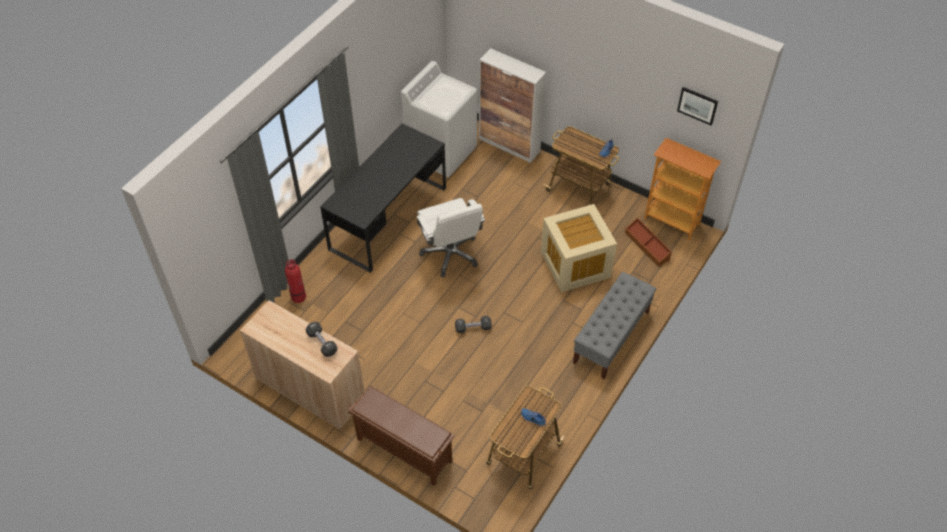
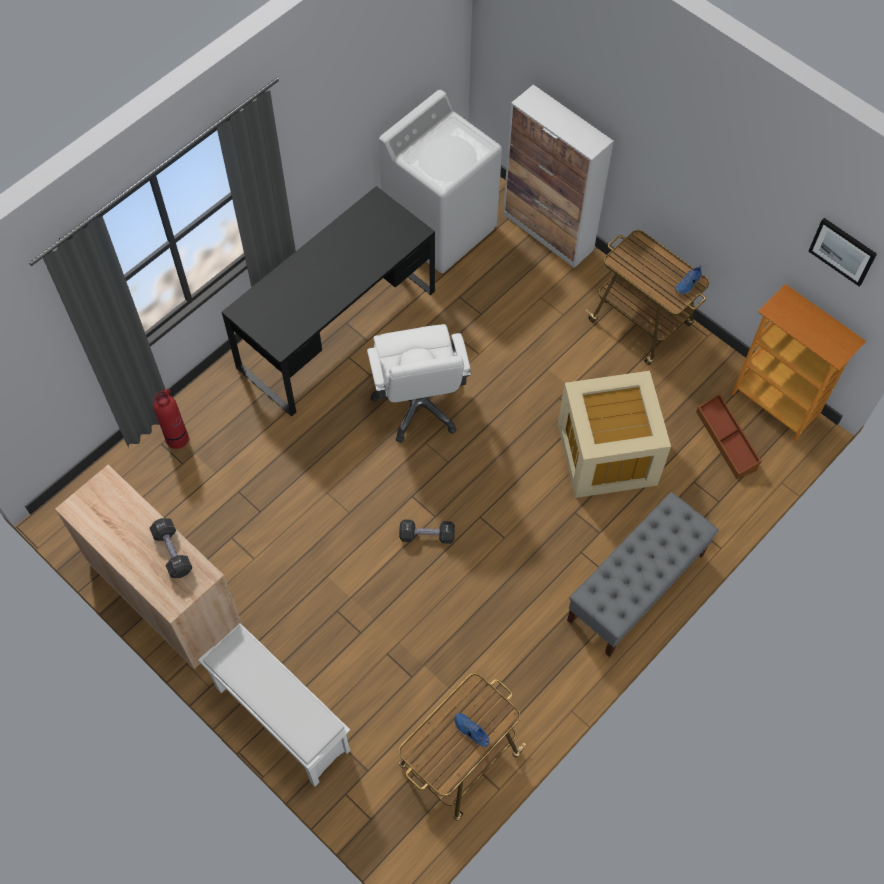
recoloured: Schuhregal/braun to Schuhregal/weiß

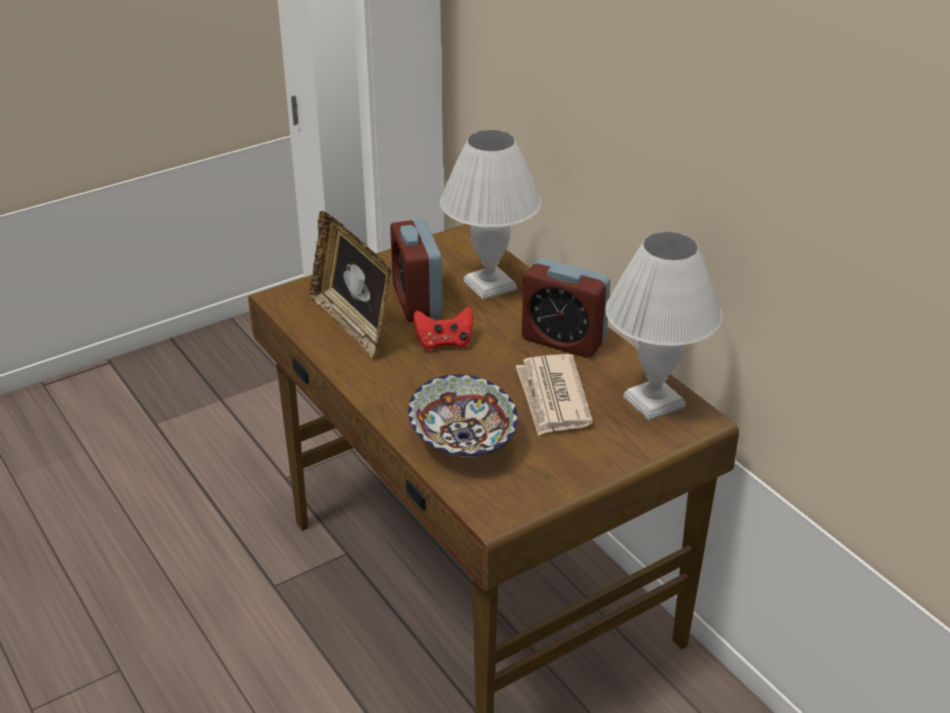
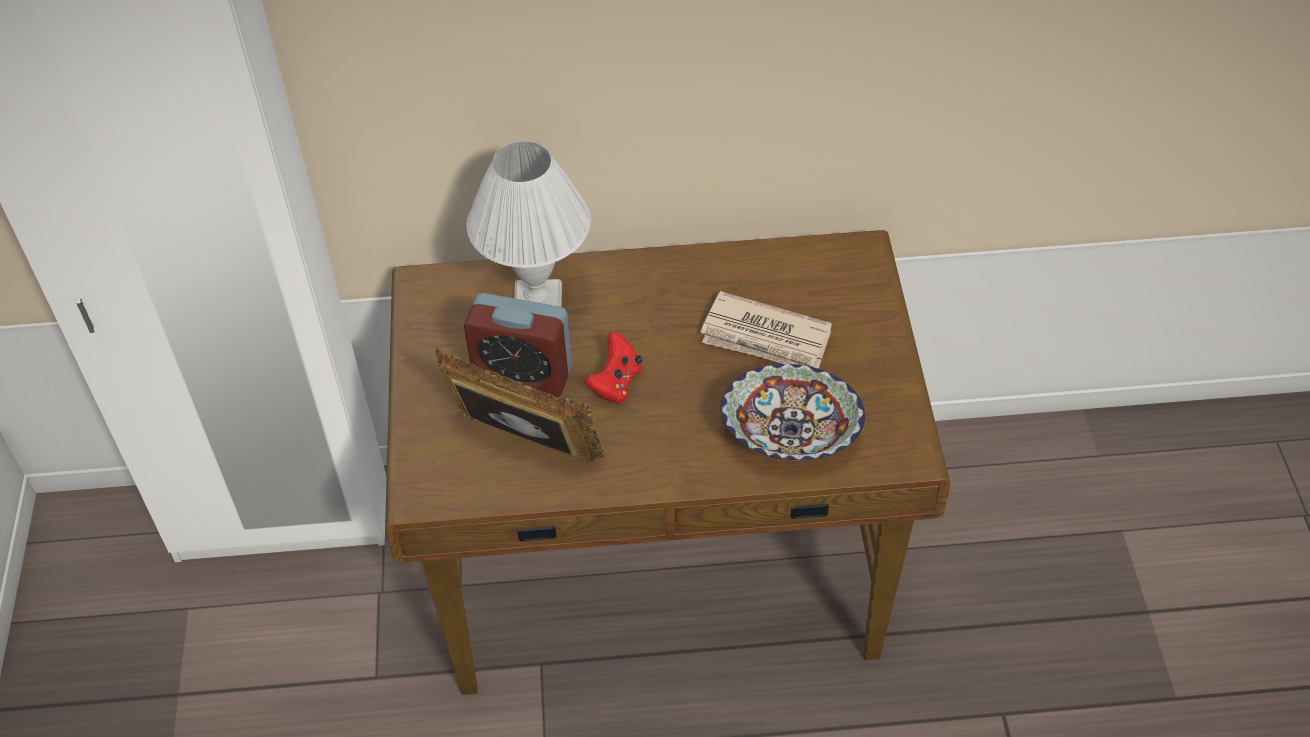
removed: Wecker (2nd from left); Tischlampe/weiß (2nd from left)
turned: Bilderrahmen 150 degrees counterclockwise

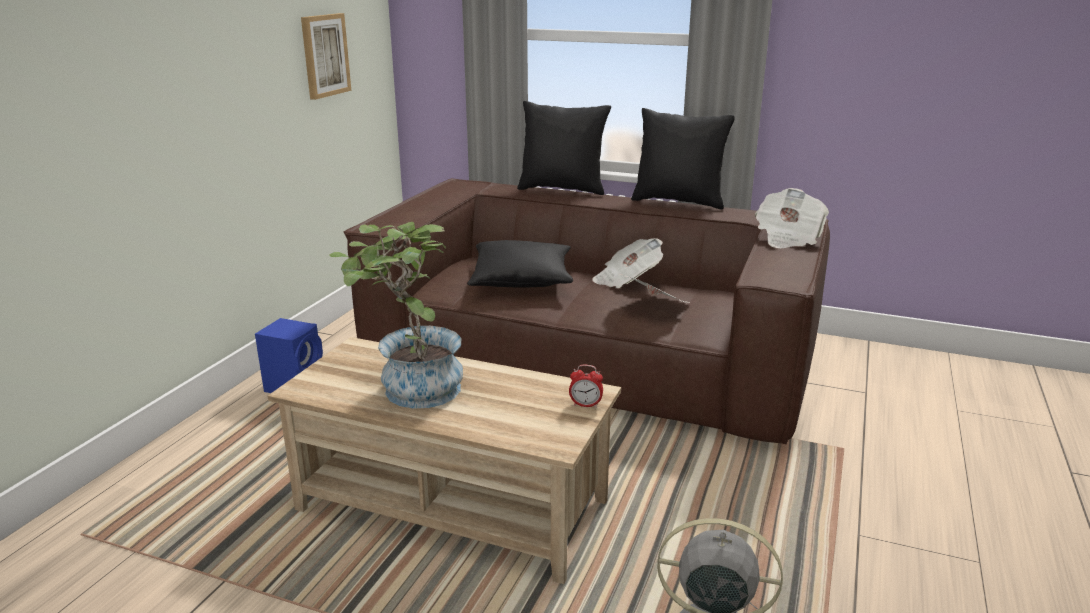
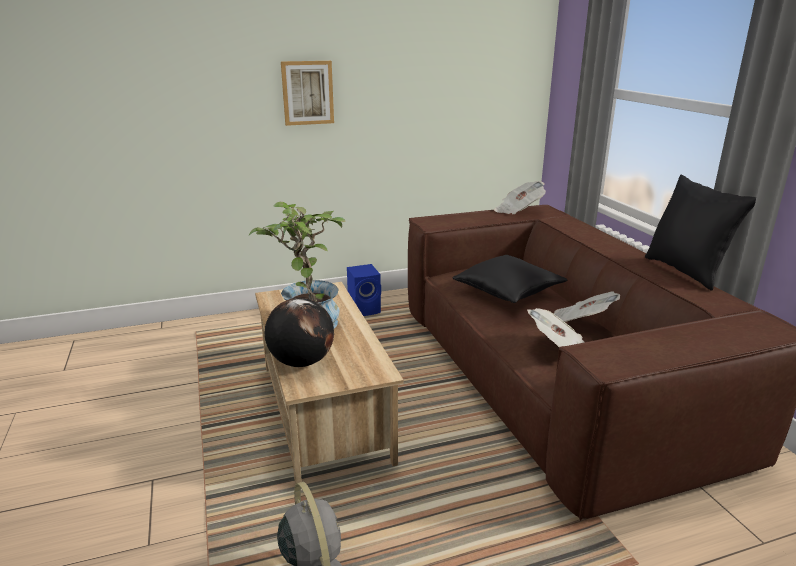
removed: Kissen/schwarz (2nd from left); Wecker
added: Globus
moved: Bild; Zeitung (3rd from left in the first image) to Zeitung (1st from left)

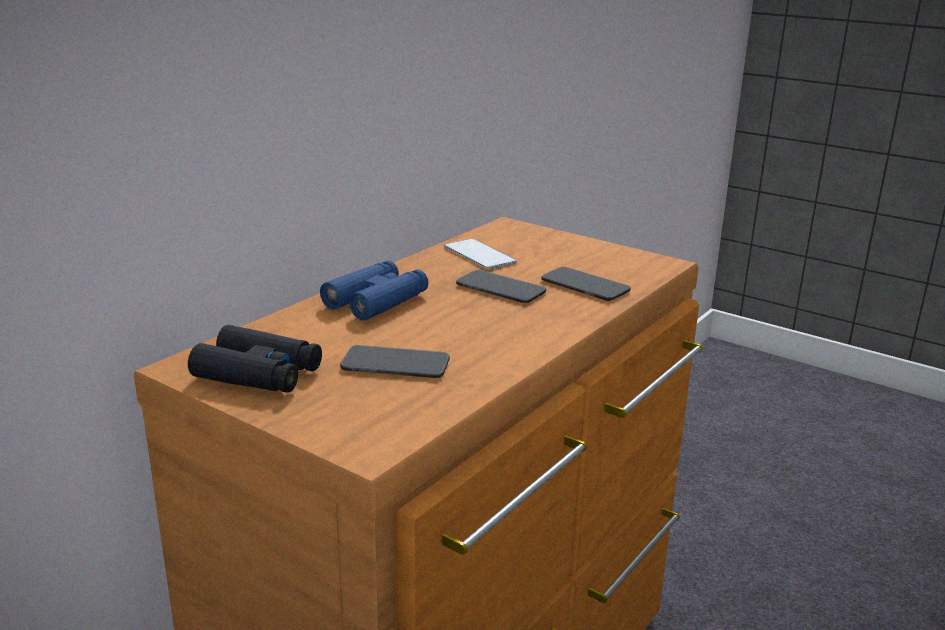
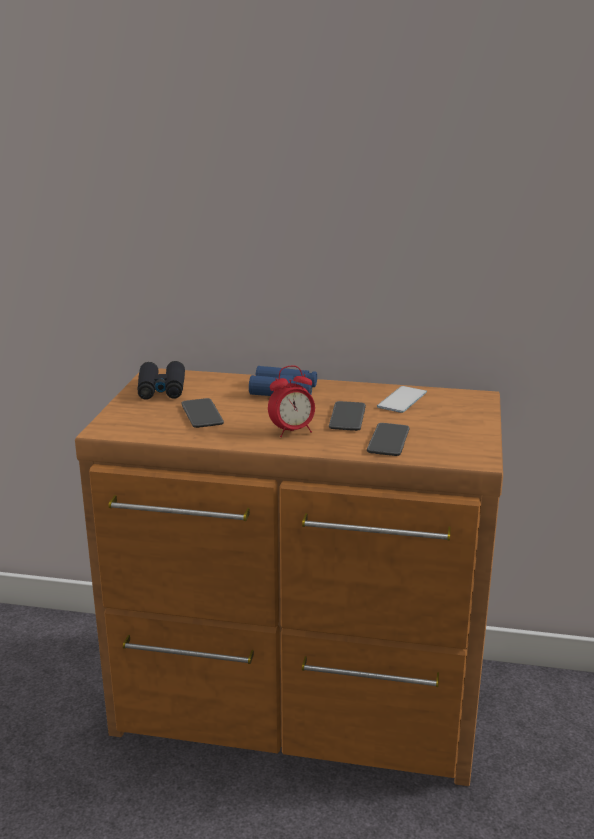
added: Wecker

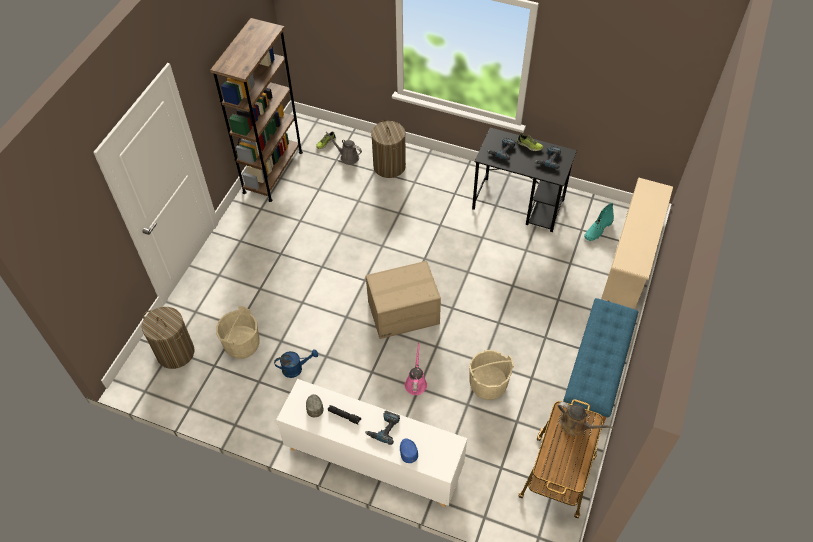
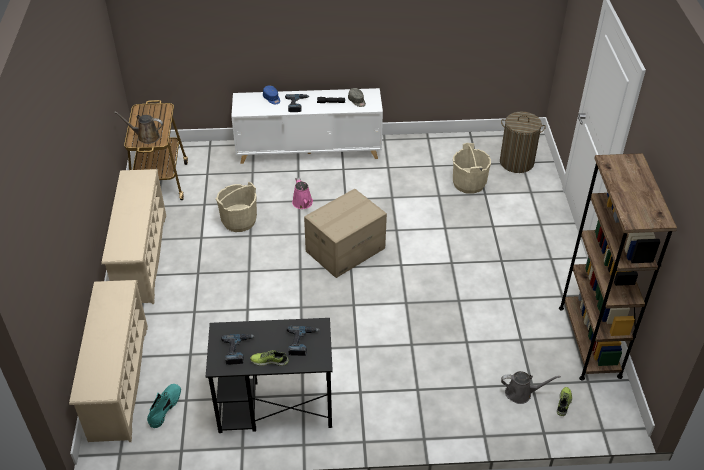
removed: Gießkanne/blau; Wäschekorb (2nd from left)
replaced: Bank/blau to Schuhregal/beige (2nd from left)

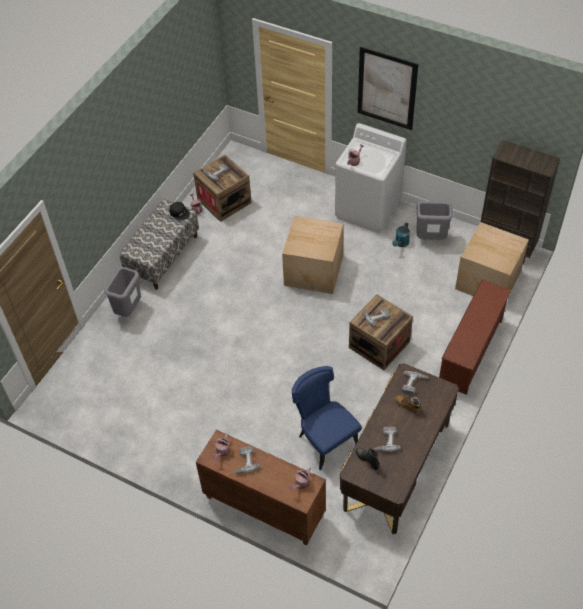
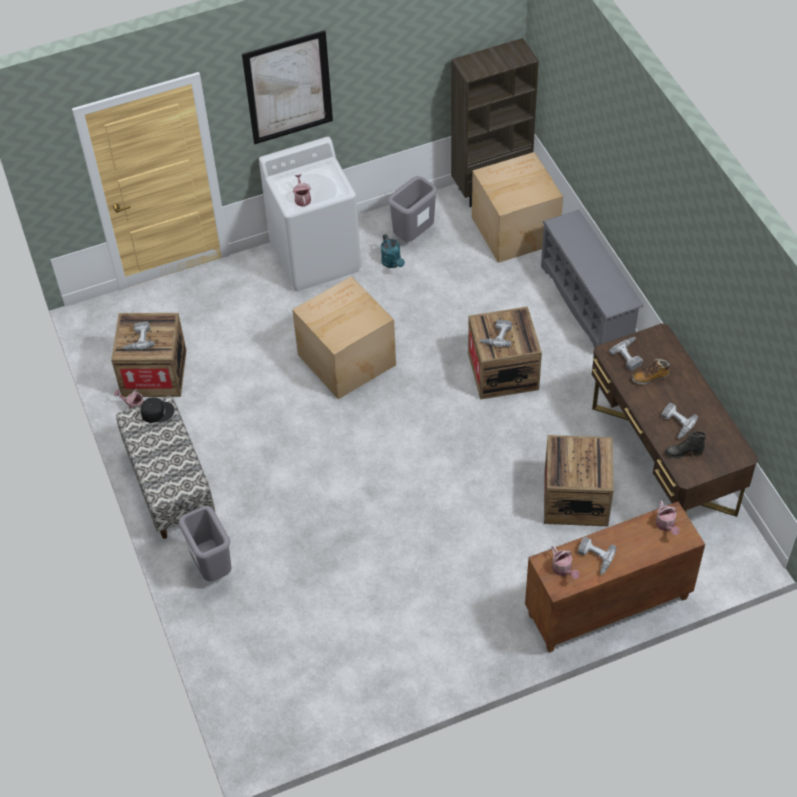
replaced: Stuhl/blau to Kiste (3rd from left)
recoloured: Schuhregal/braun to Schuhregal/grau

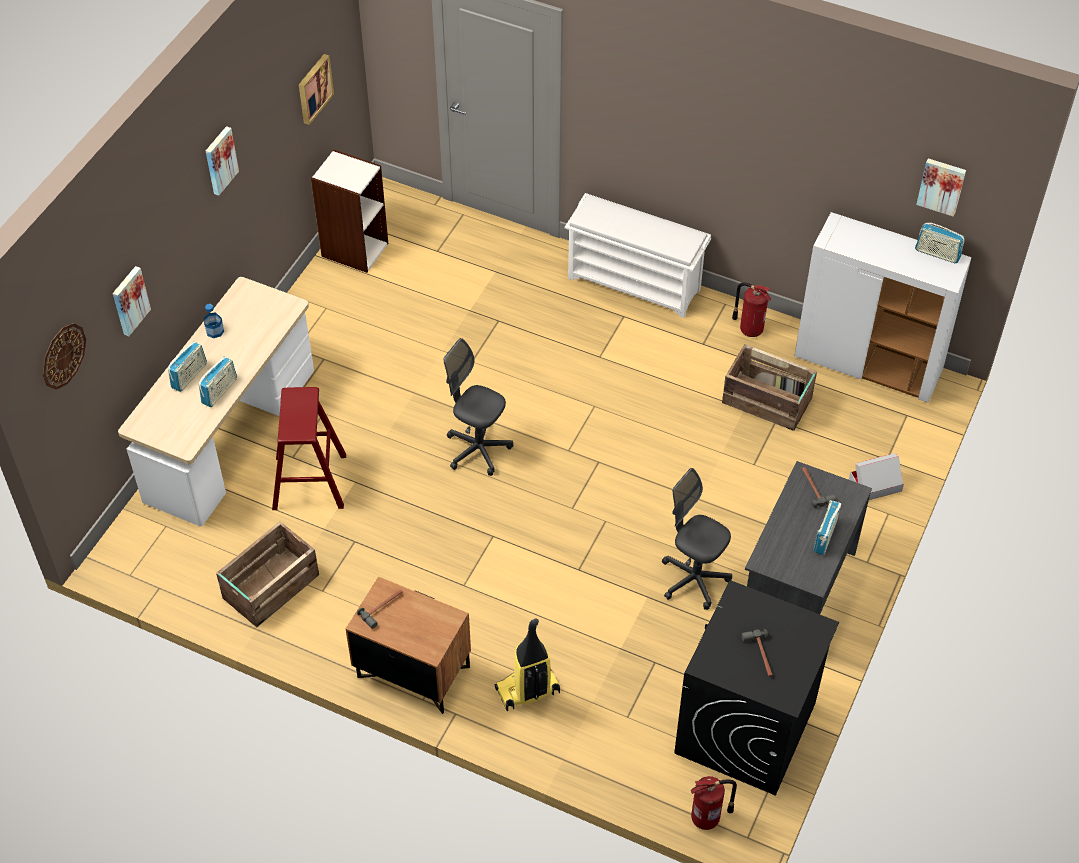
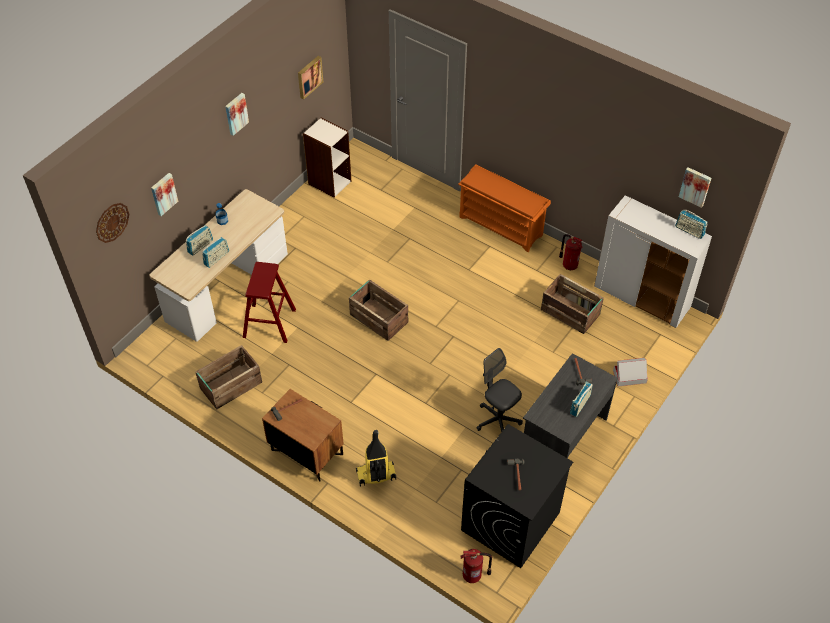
replaced: Bürostuhl/grau (1st from left) to Kiste (2nd from left)
recoloured: Schuhregal/weiß to Schuhregal/orange

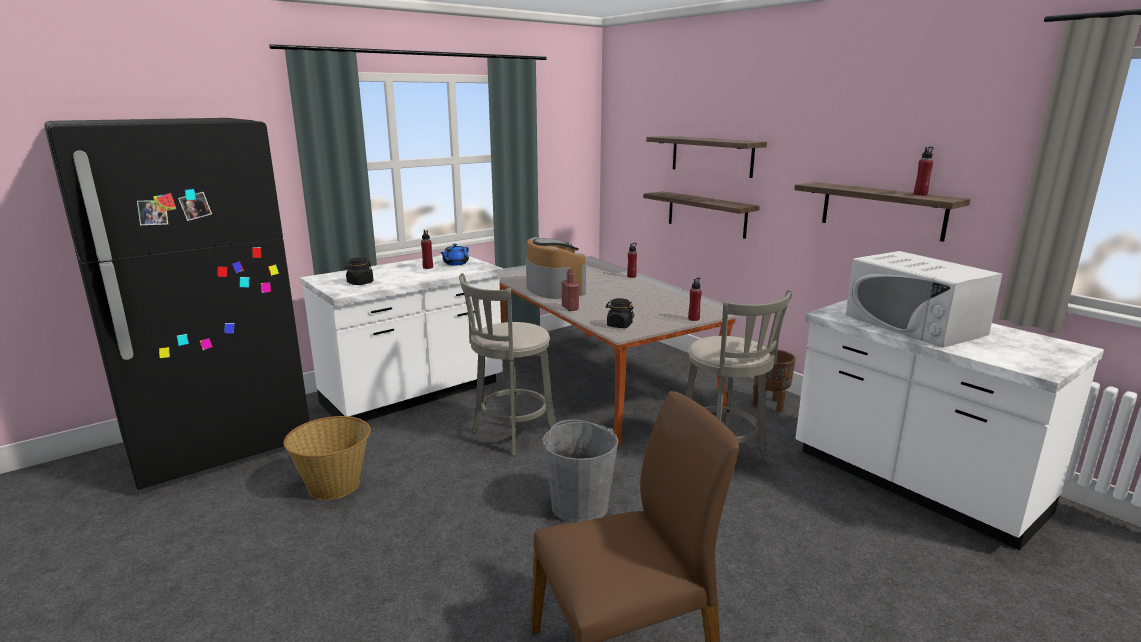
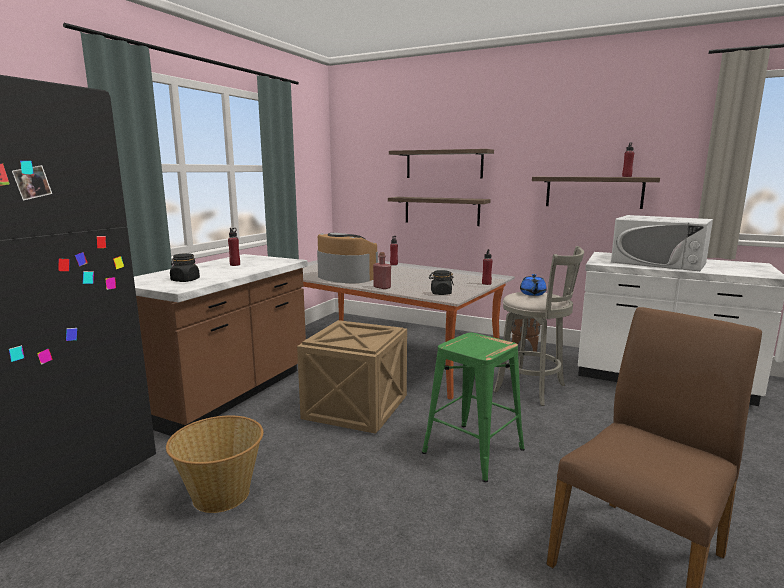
moved: Teekanne/blau
replaced: Hocker/grau (1st from left) to Kiste; Eimer/grau to Hocker/grün
recoloured: Küchenzeile/weiß (1st from left) to Küchenzeile/braun

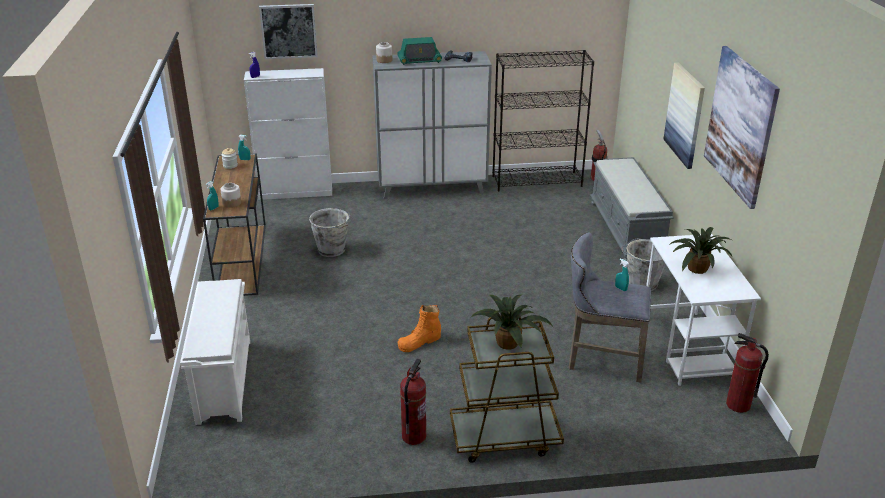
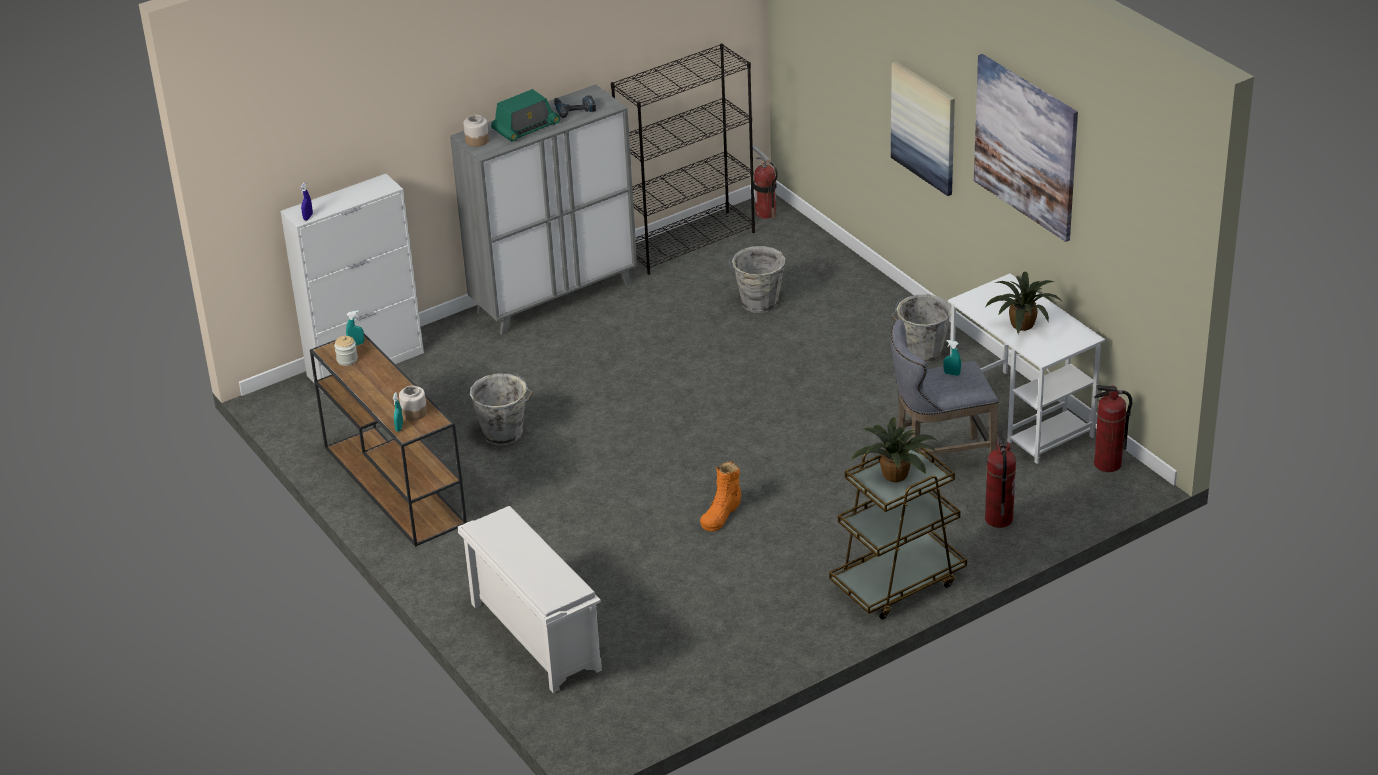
removed: Bild (1st from left); Bank/grau
added: Eimer/grau (2nd from left)
moved: Feuerlöscher (1st from left in the first image) to Feuerlöscher (2nd from left)

